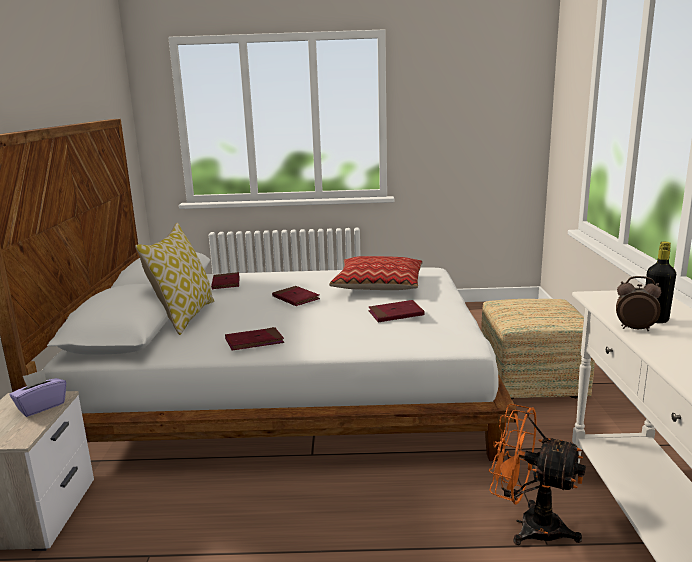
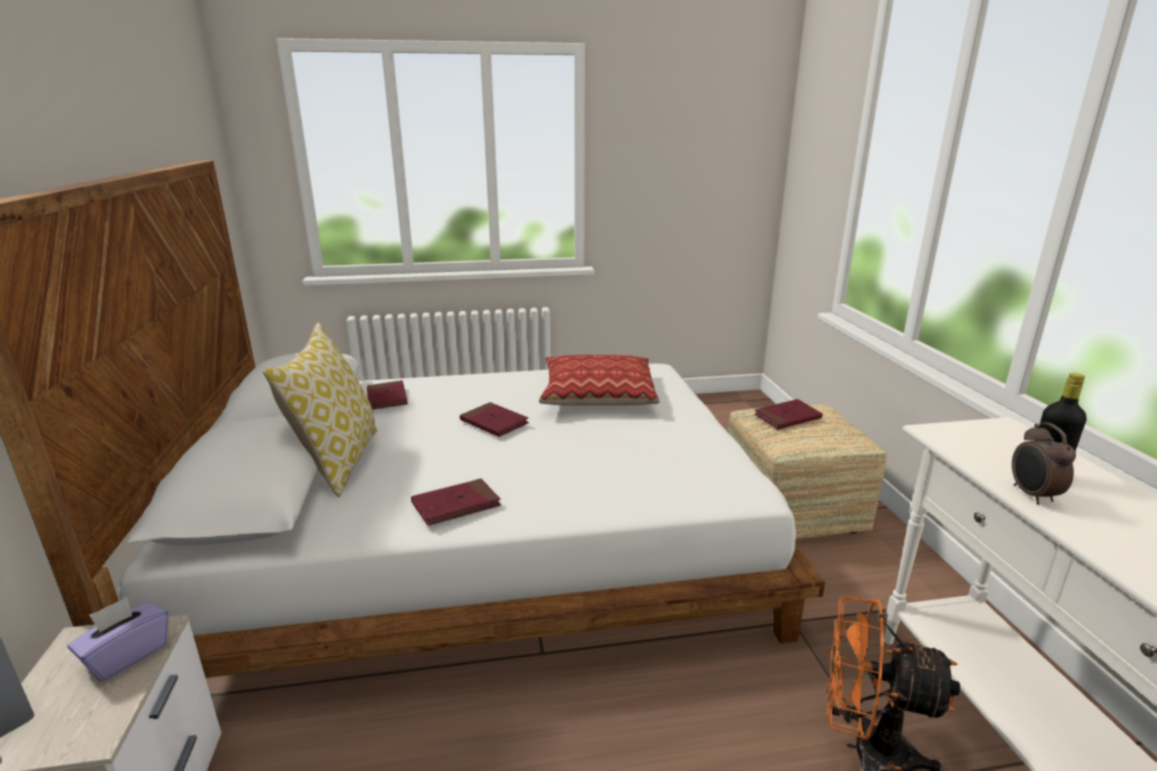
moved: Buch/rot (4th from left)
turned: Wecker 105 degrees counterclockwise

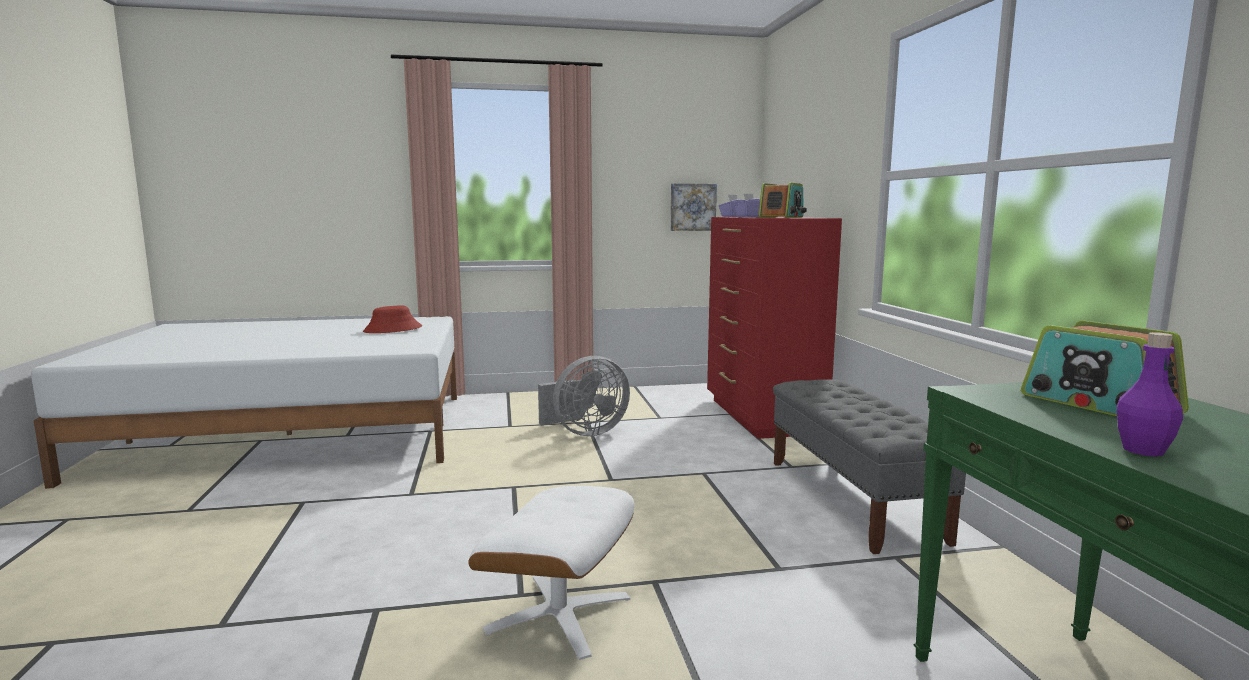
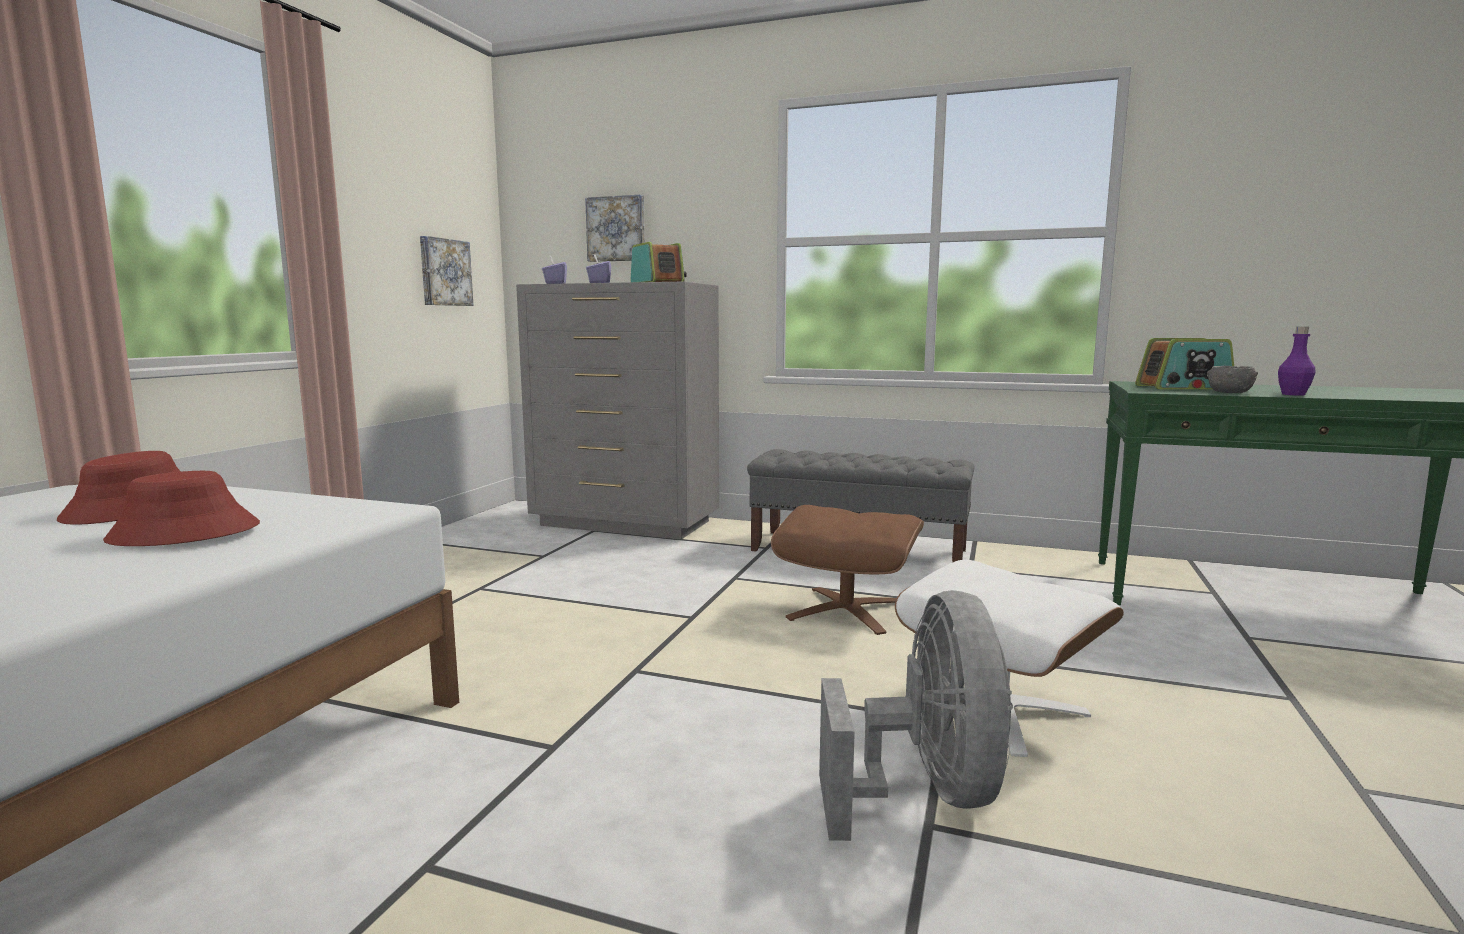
added: Hut/rot (2nd from left); Bild (2nd from left); Polsterhocker/braun; Schüssel/grau
moved: Ventilator/grau
recoloured: Kommode/rot to Kommode/grau

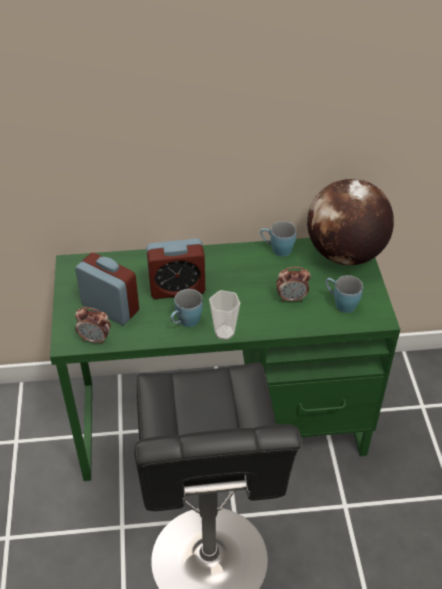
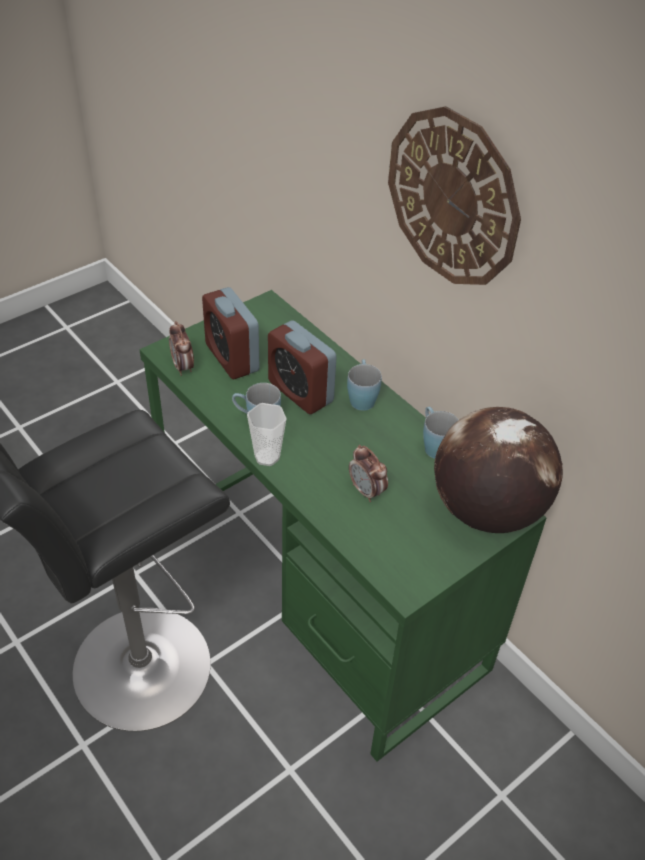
added: Wanduhr
moved: Henkelbecher/blau (3rd from left in the first image) to Henkelbecher/blau (2nd from left)
turned: Wecker (2nd from left) 150 degrees clockwise

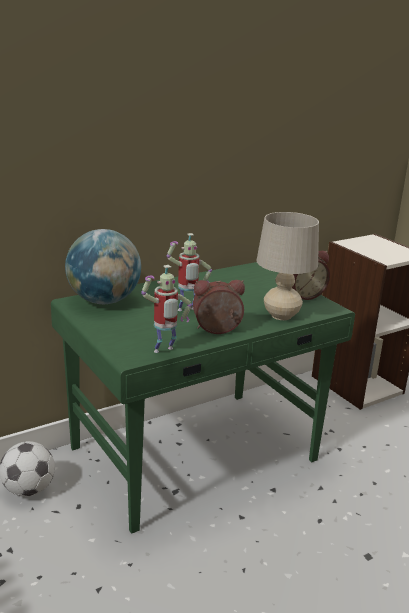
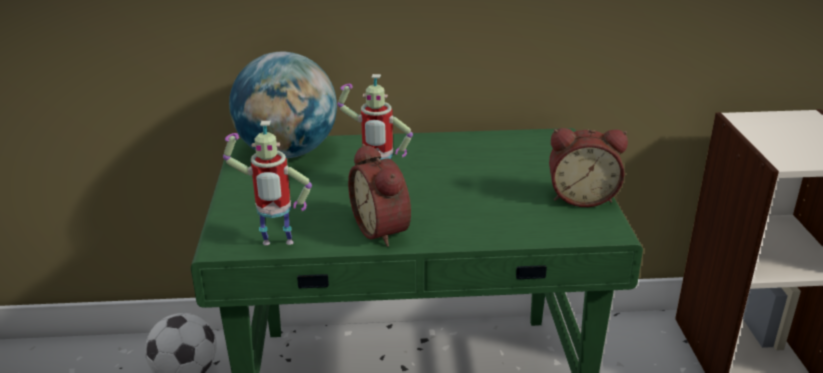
removed: Tischlampe/beige
turned: Wecker (1st from left) 135 degrees counterclockwise

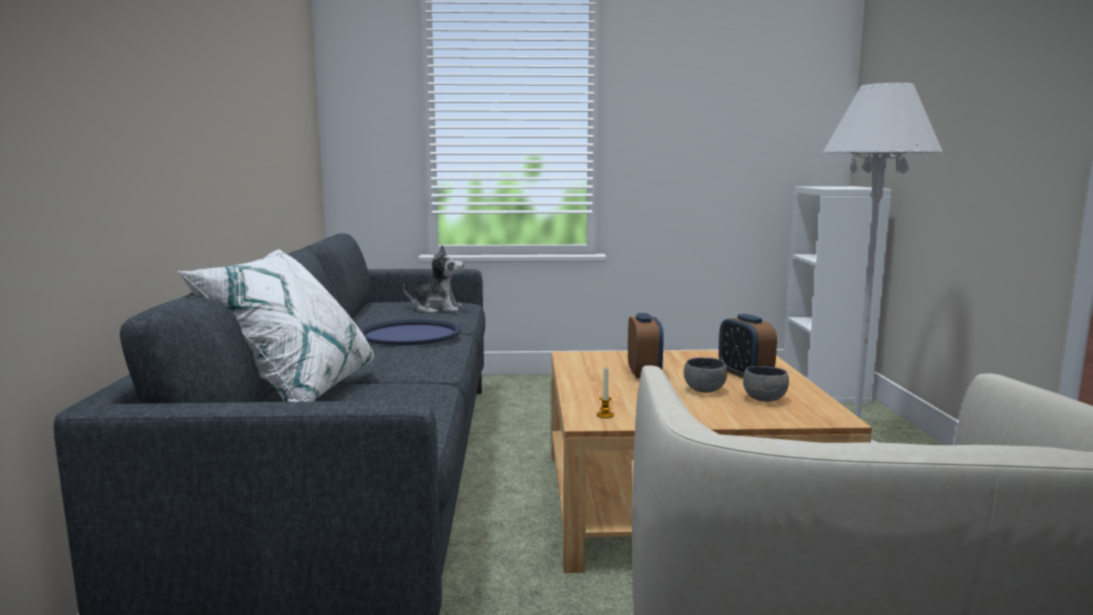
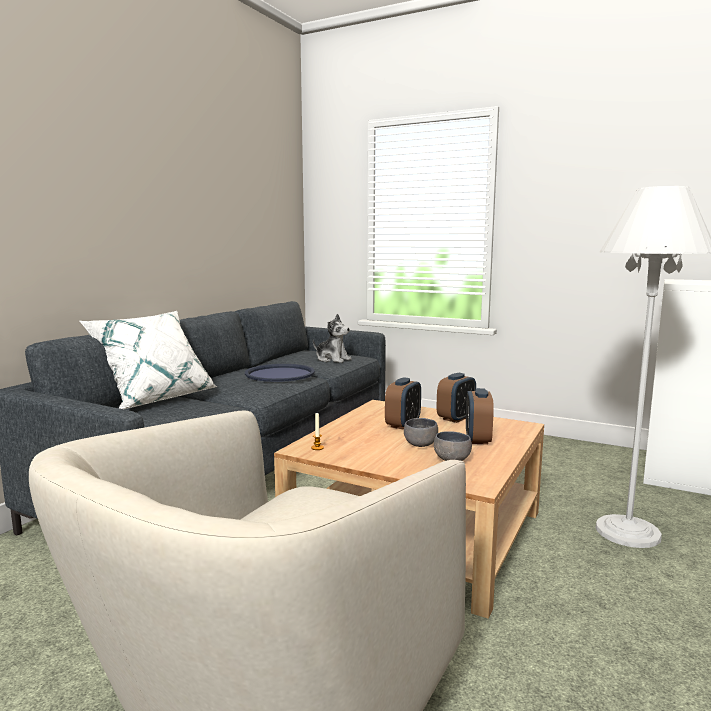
added: Wecker (2nd from left)

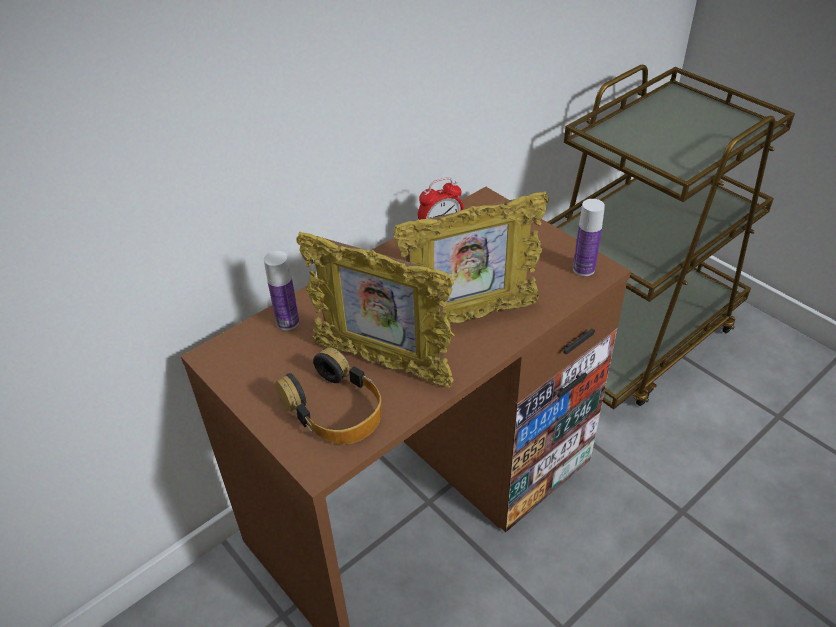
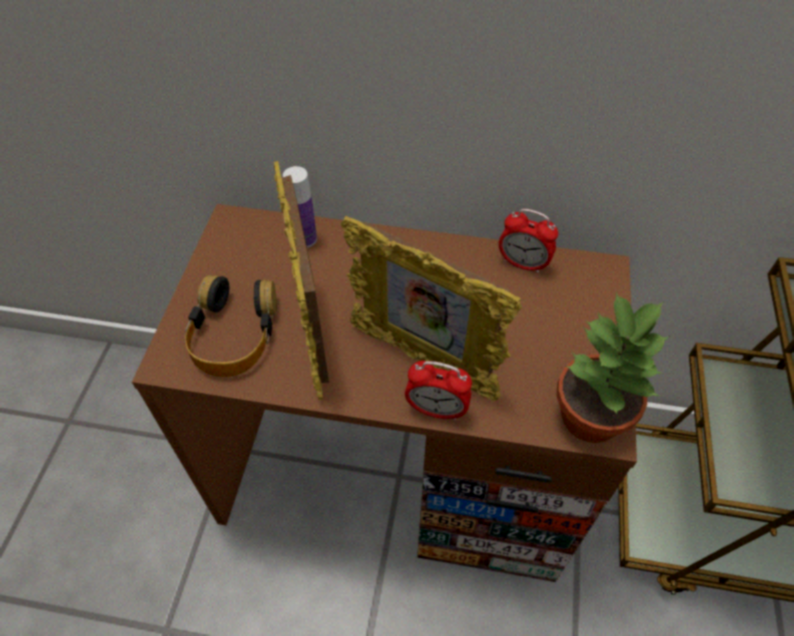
added: Wecker (1st from left)
replaced: Flasche (2nd from left) to Topfpflanze

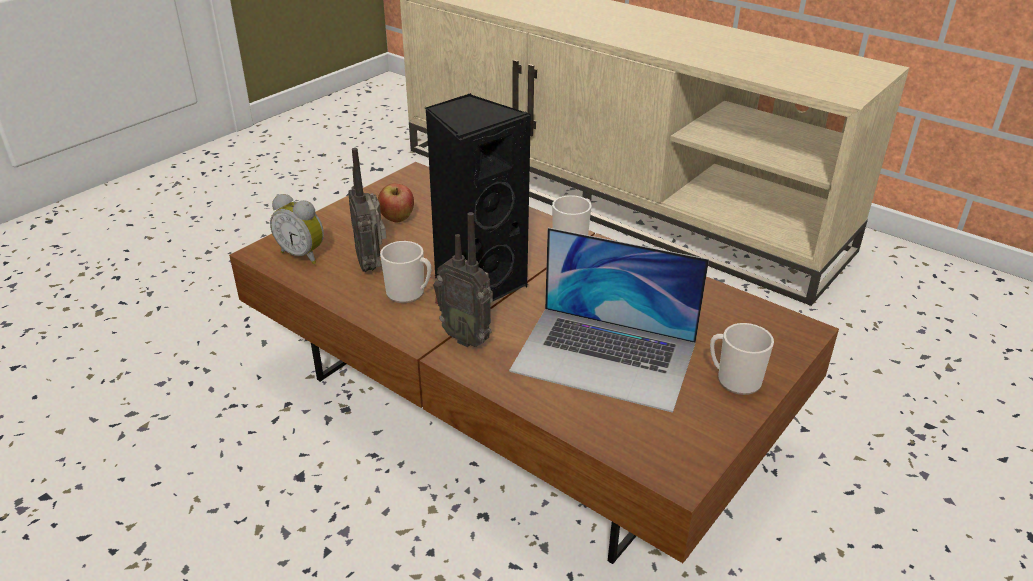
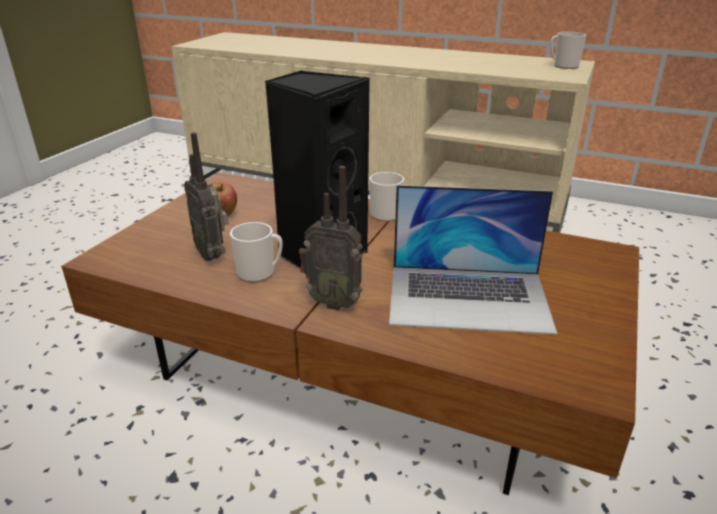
removed: Wecker
moved: Henkelbecher (3rd from left)

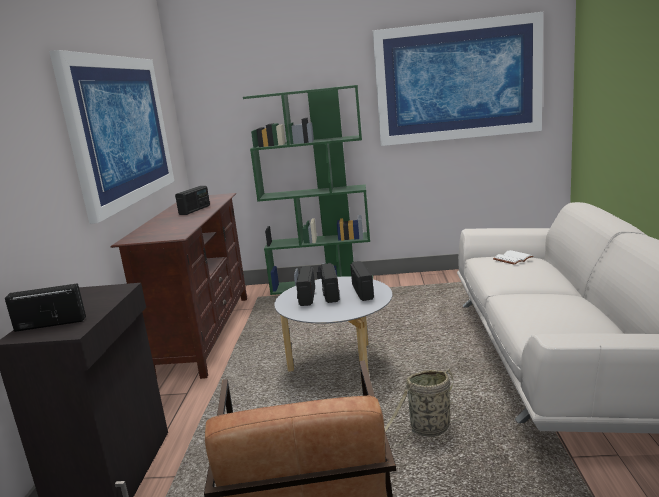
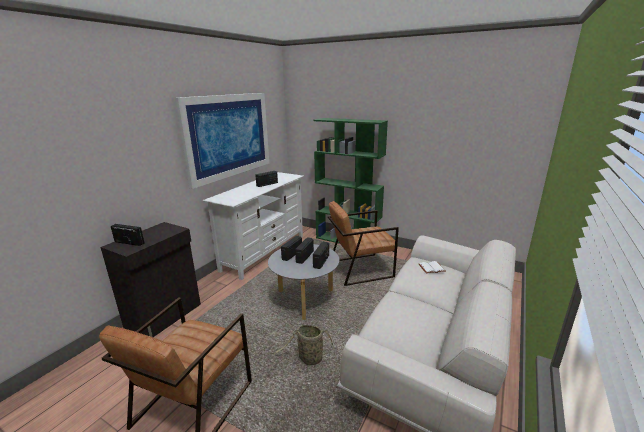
removed: Bild (2nd from left)
added: Sessel/braun (2nd from left)
recoloured: Fernsehschrank/braun to Fernsehschrank/weiß

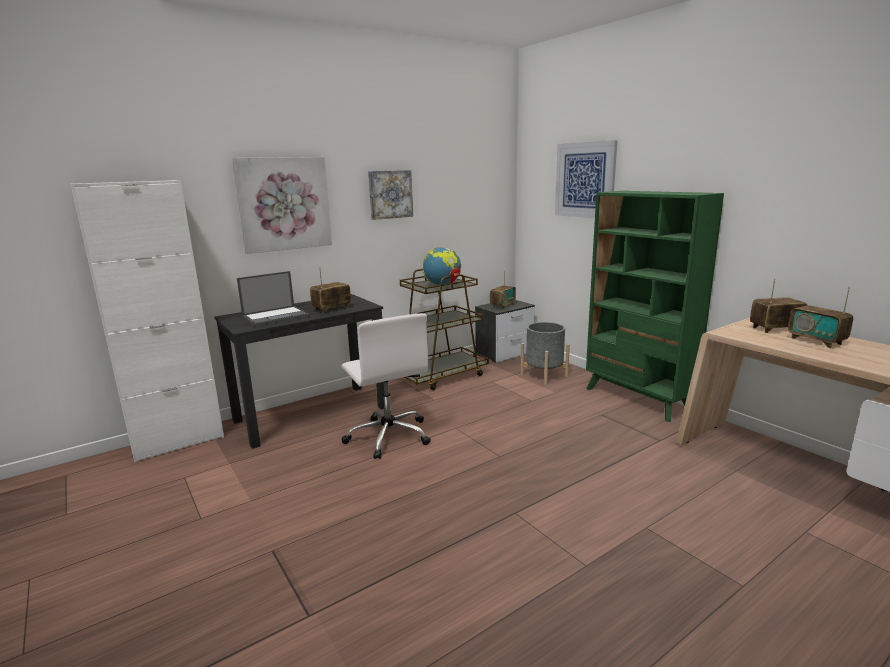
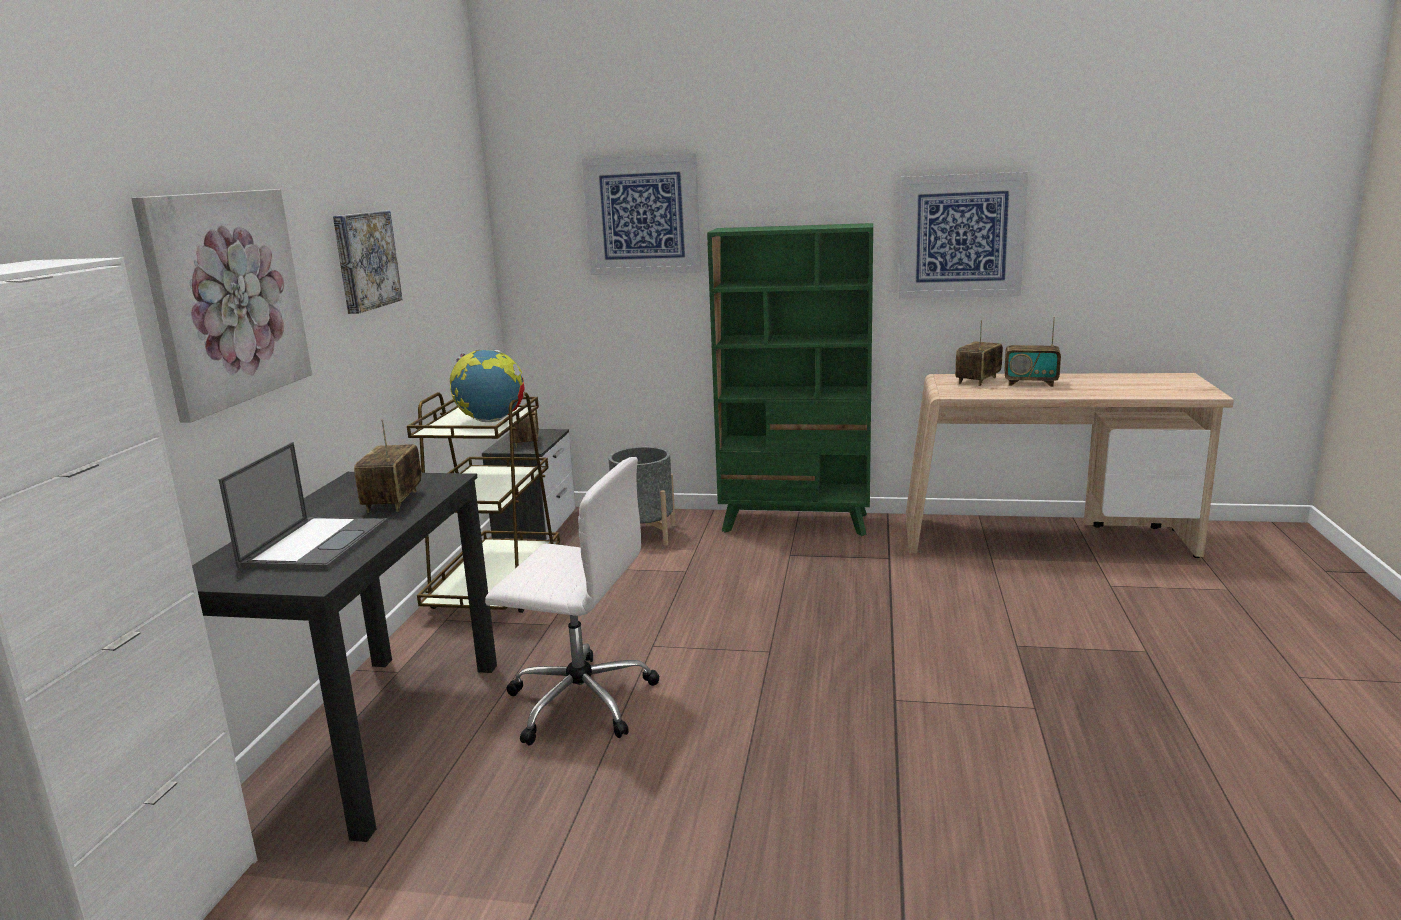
added: Bild (4th from left)

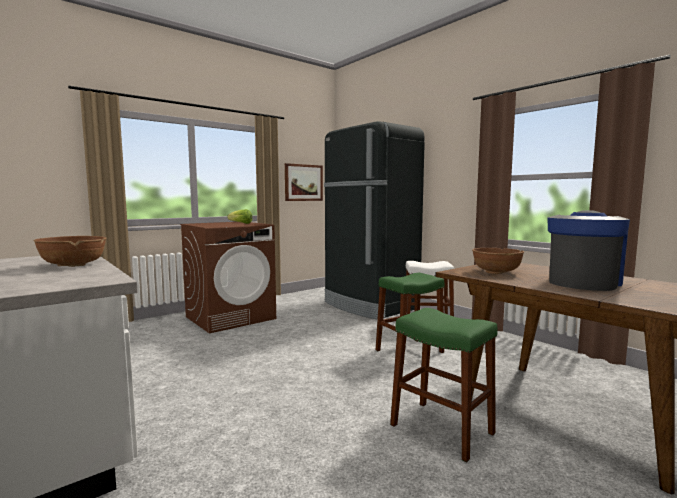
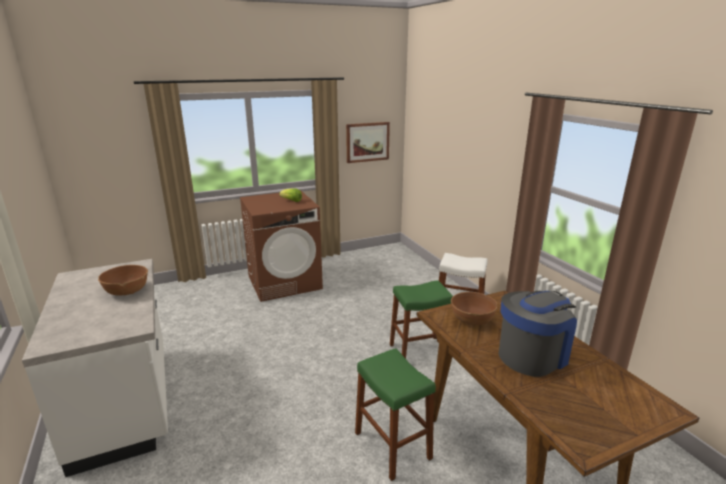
removed: Kühlschrank/schwarz

